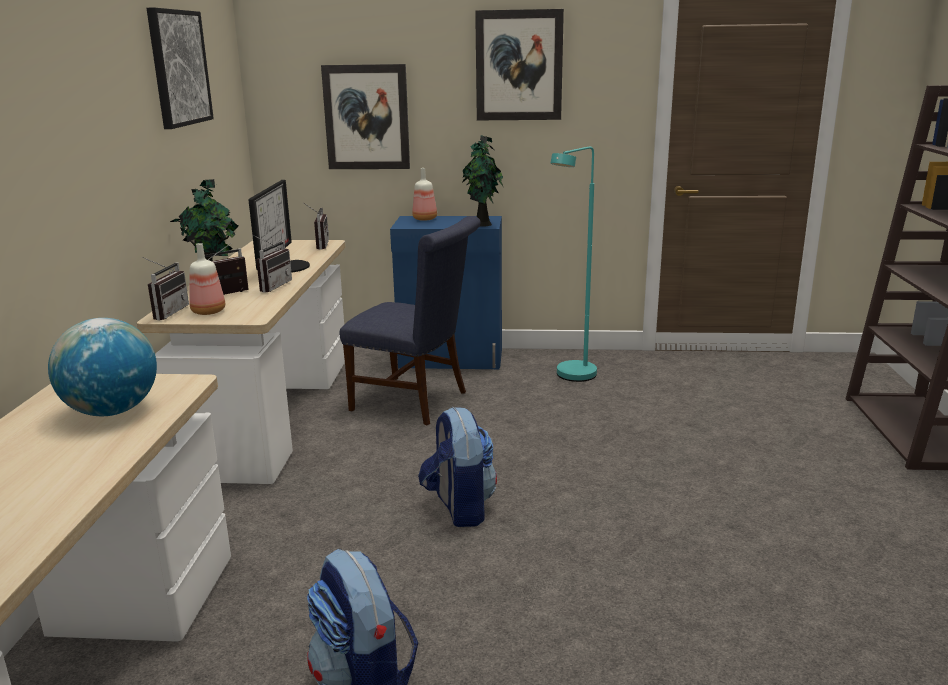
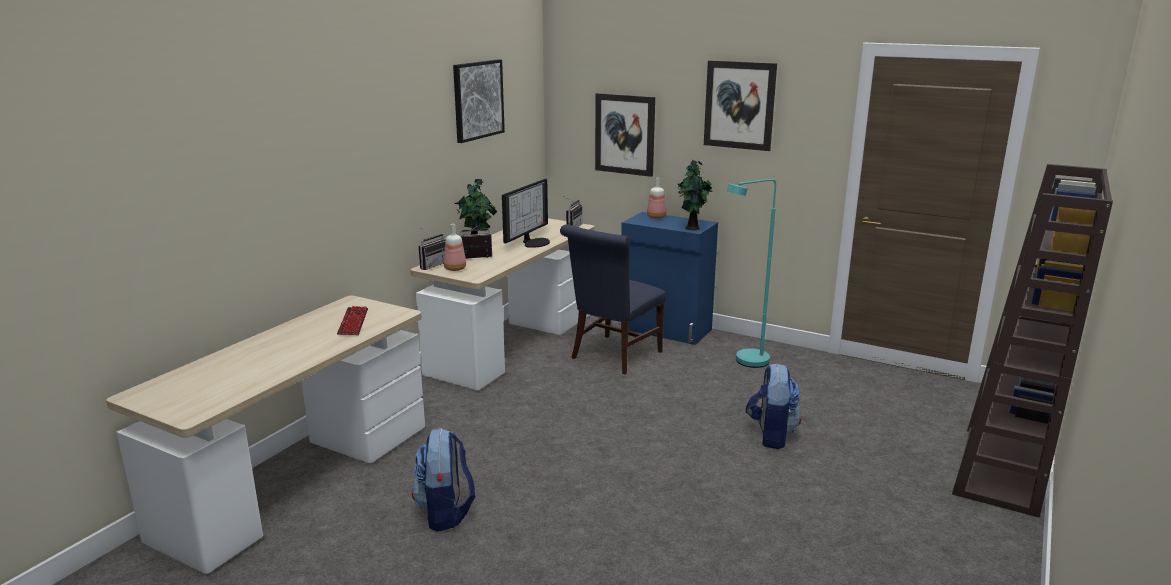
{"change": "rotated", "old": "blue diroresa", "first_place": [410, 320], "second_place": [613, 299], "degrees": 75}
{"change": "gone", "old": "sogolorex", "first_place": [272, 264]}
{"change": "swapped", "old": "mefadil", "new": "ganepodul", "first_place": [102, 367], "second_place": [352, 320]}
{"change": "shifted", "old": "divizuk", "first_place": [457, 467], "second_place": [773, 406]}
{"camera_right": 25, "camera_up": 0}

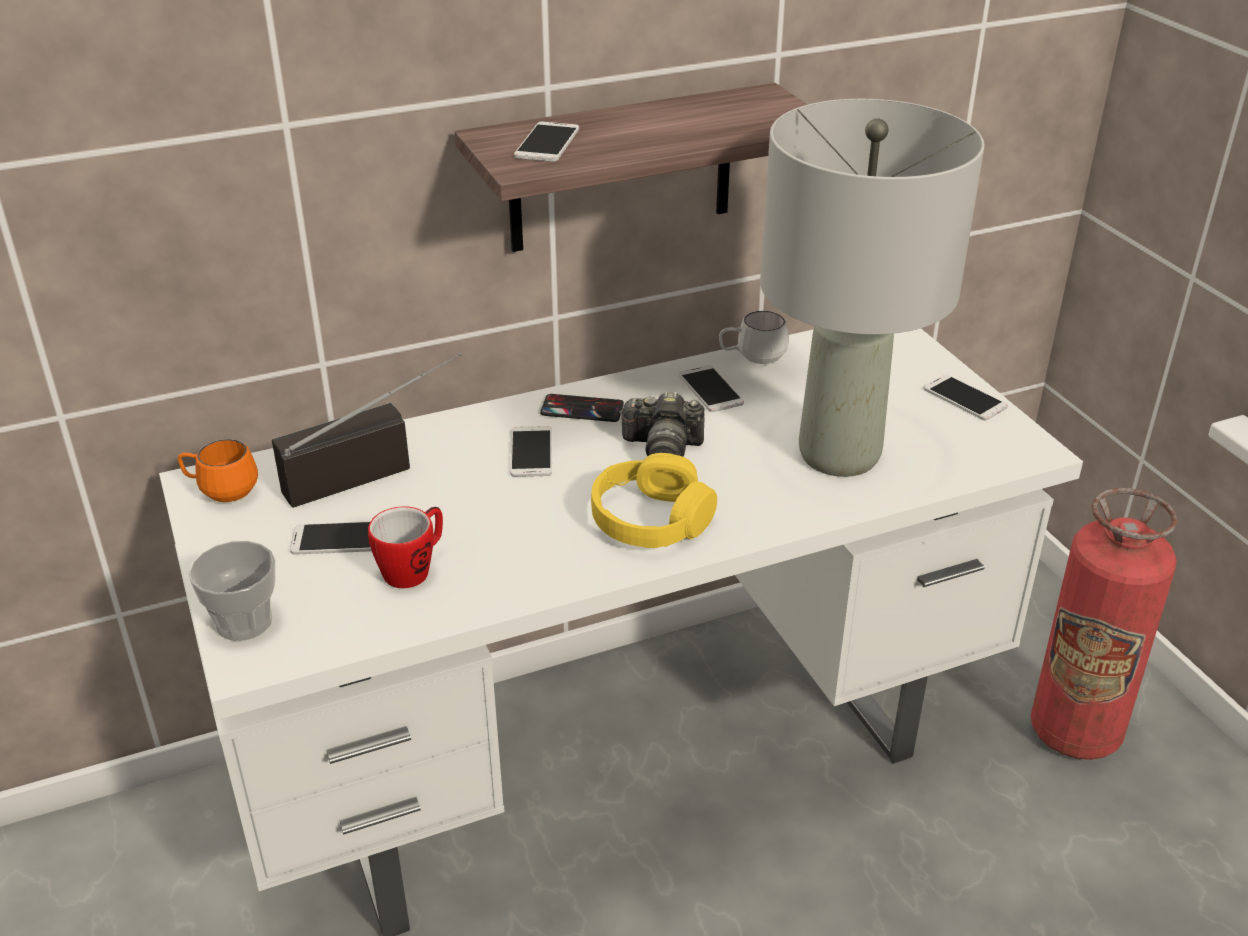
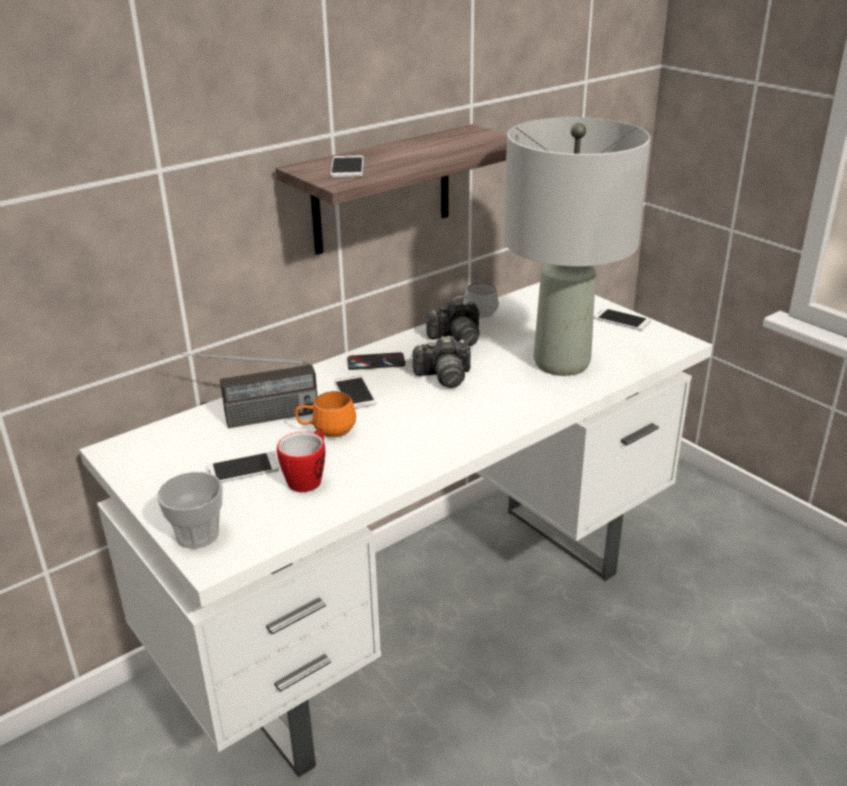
{"change": "rotated", "old": "sogolorex", "first_place": [367, 430], "second_place": [239, 390], "degrees": -150}
{"change": "swapped", "old": "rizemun", "new": "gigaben", "first_place": [711, 388], "second_place": [453, 322]}
{"change": "shifted", "old": "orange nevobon", "first_place": [218, 470], "second_place": [325, 414]}
{"change": "gone", "old": "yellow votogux", "first_place": [654, 500]}
{"change": "gone", "old": "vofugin", "first_place": [1104, 624]}
{"camera_right": -15, "camera_up": -5}

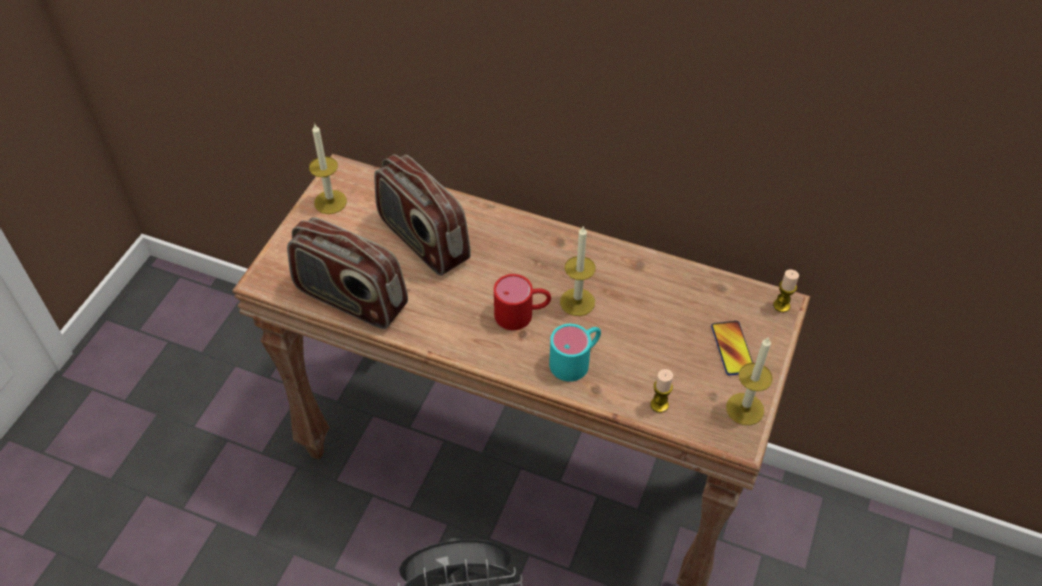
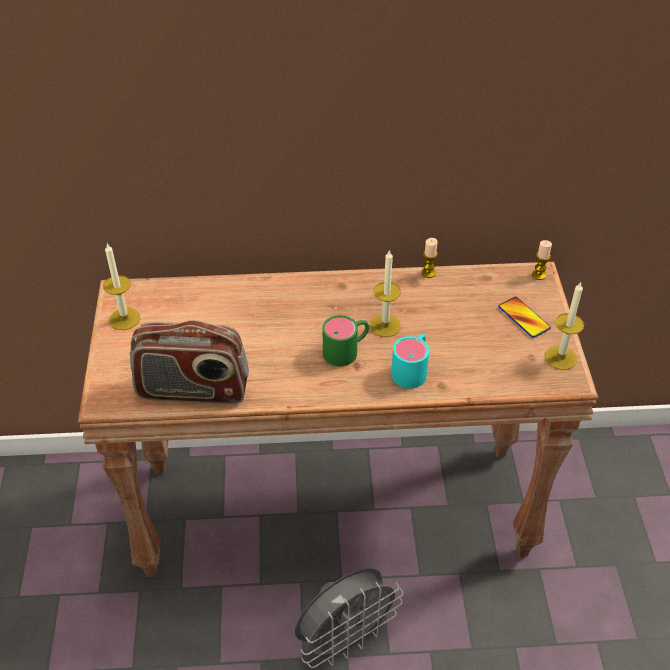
{"change": "gone", "old": "sogolorex", "first_place": [422, 215]}
{"change": "repainted", "old": "red nevobon", "new": "green nevobon", "first_place": [522, 302], "second_place": [345, 340]}
{"change": "shifted", "old": "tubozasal", "first_place": [662, 391], "second_place": [429, 258]}
{"camera_right": -25, "camera_up": -5}

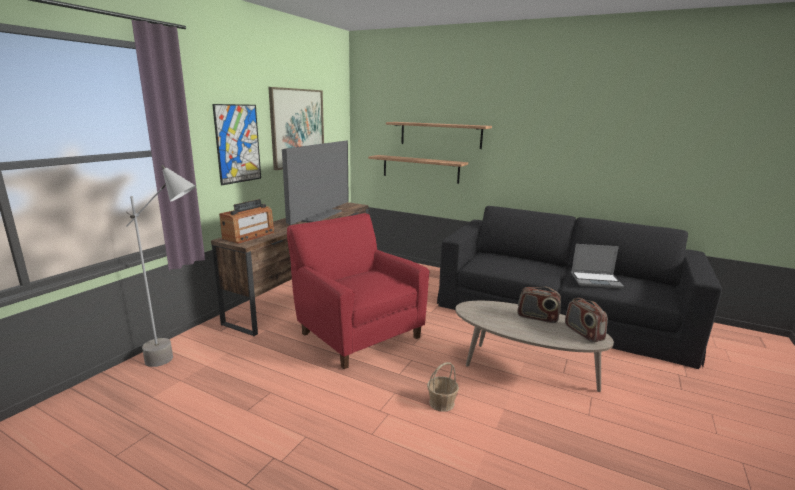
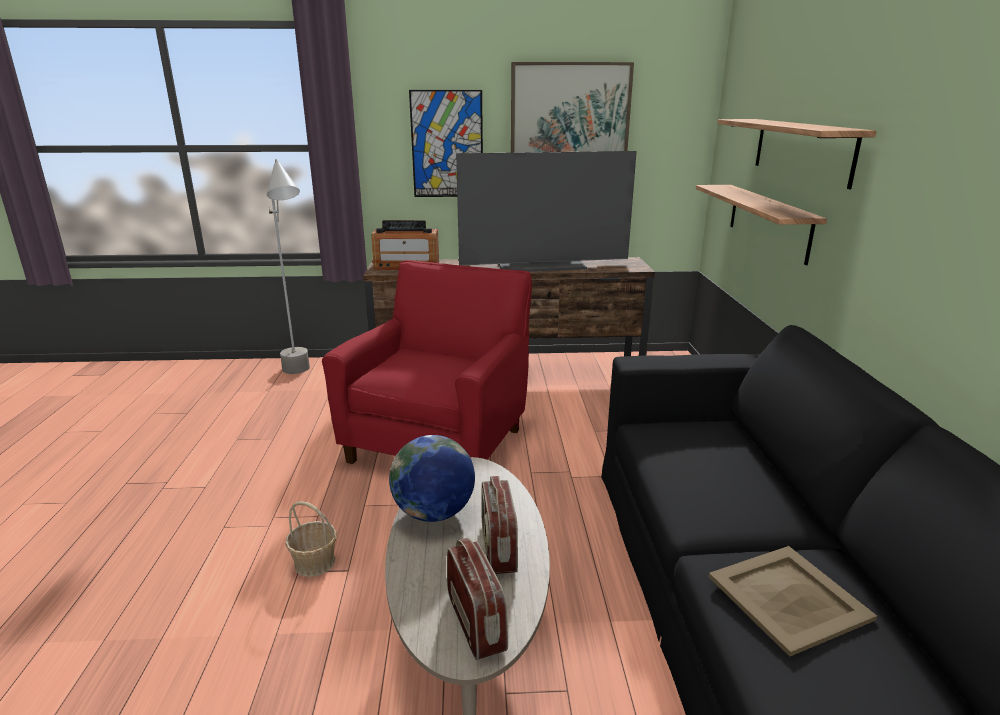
{"change": "swapped", "old": "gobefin", "new": "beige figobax", "first_place": [597, 266], "second_place": [793, 601]}
{"change": "rotated", "old": "sogolorex", "first_place": [586, 320], "second_place": [477, 599], "degrees": 120}
{"change": "new", "new": "mefadil", "second_place": [432, 478]}
{"camera_right": 60, "camera_up": 5}

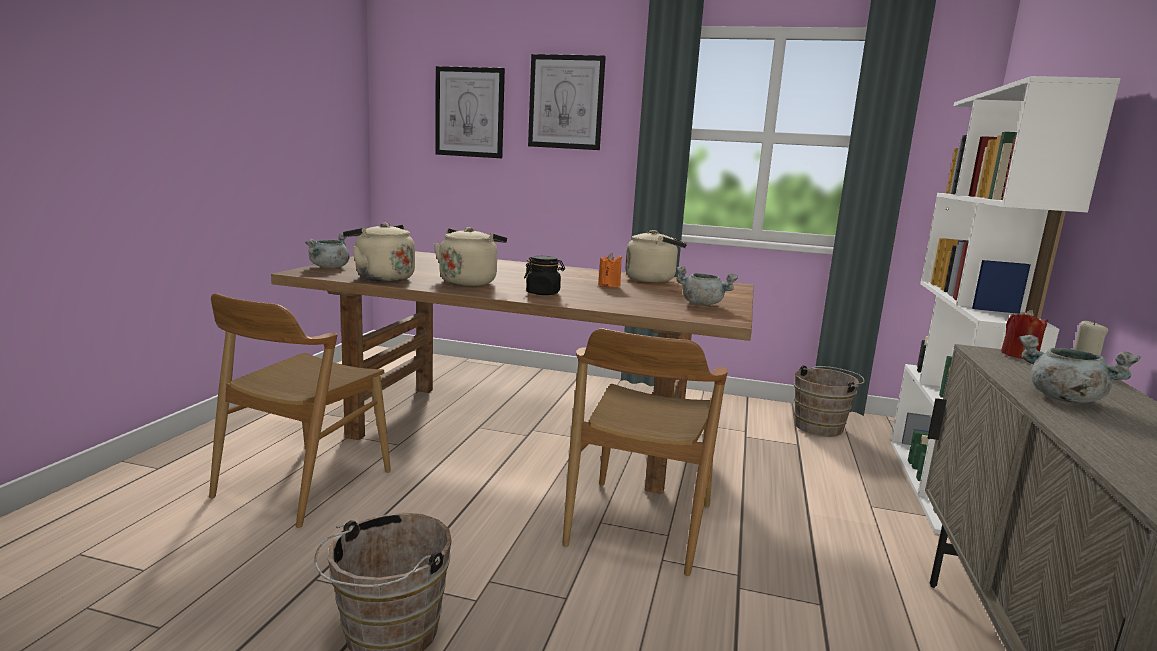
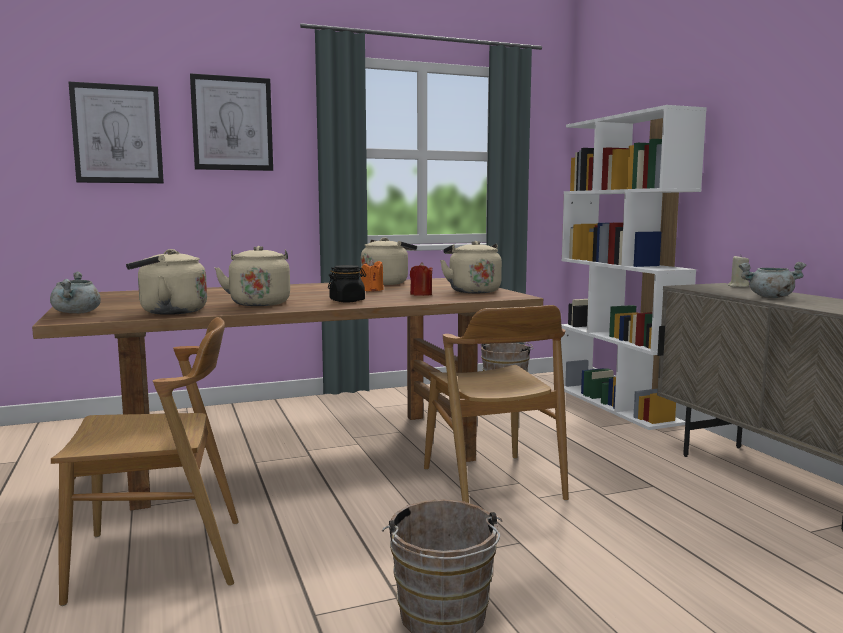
{"change": "swapped", "old": "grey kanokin", "new": "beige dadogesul", "first_place": [707, 286], "second_place": [471, 267]}
{"change": "rotated", "old": "brown diroresa", "first_place": [300, 410], "second_place": [145, 461], "degrees": -90}
{"change": "shifted", "old": "red tubozasal", "first_place": [1024, 334], "second_place": [421, 279]}
{"camera_right": -35, "camera_up": -5}

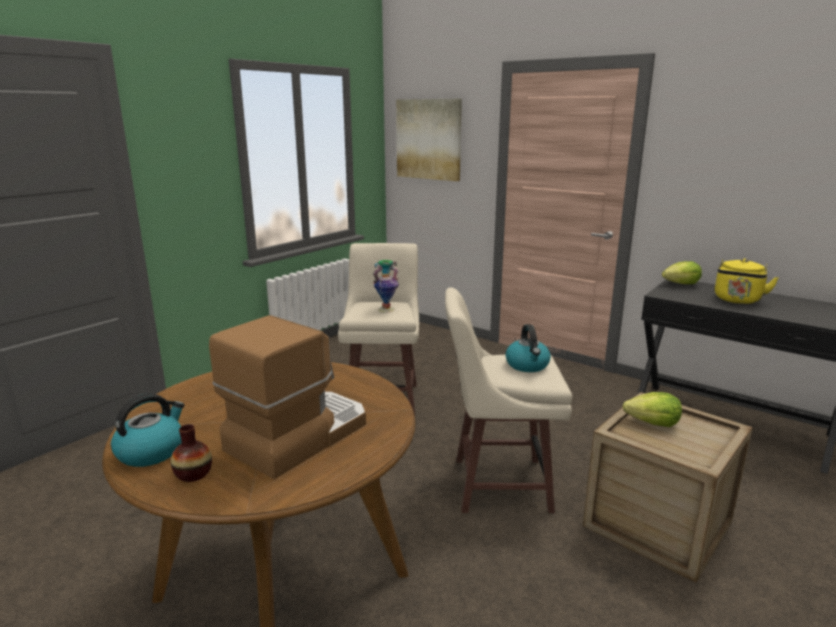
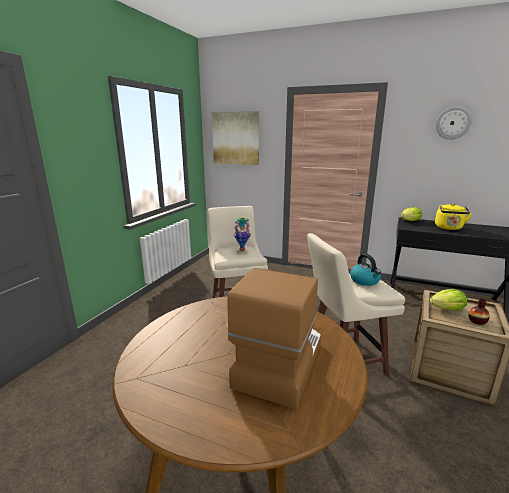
{"change": "gone", "old": "dadogesul", "first_place": [148, 430]}
{"change": "shifted", "old": "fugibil", "first_place": [191, 453], "second_place": [479, 312]}
{"change": "new", "new": "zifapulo", "second_place": [454, 123]}
{"camera_right": -15, "camera_up": 0}

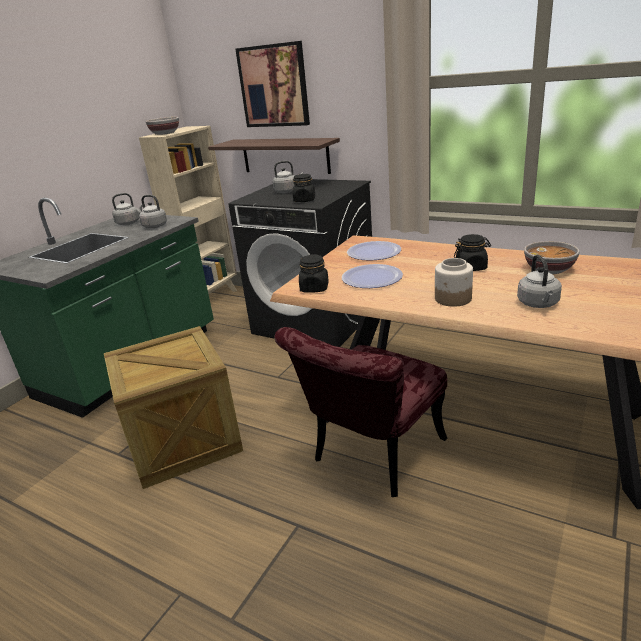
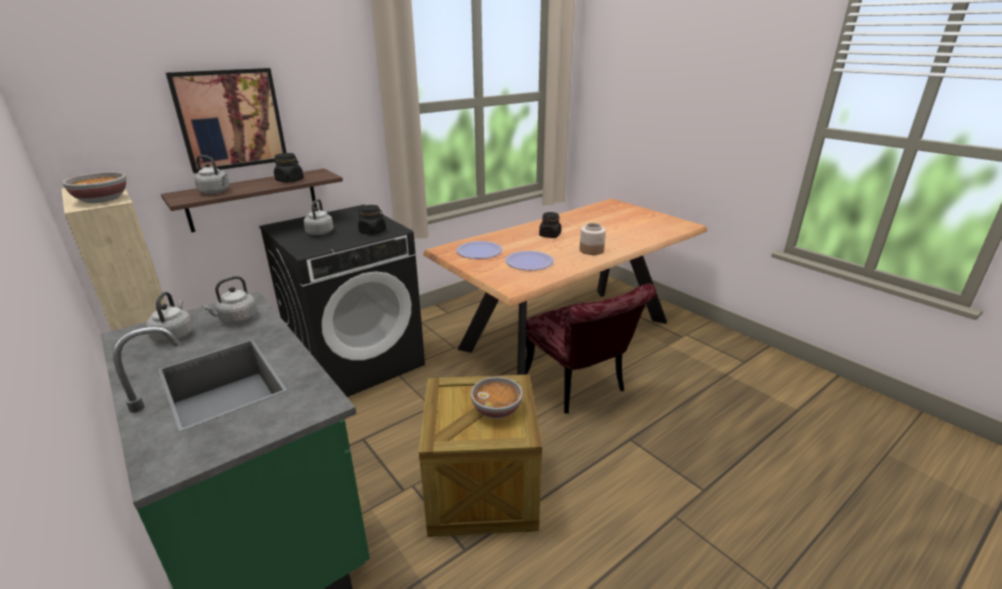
{"change": "shifted", "old": "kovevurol", "first_place": [552, 257], "second_place": [497, 398]}
{"change": "shifted", "old": "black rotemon", "first_place": [314, 273], "second_place": [289, 167]}
{"change": "shifted", "old": "grey dadogesul", "first_place": [539, 281], "second_place": [212, 174]}
{"camera_right": -70, "camera_up": 0}

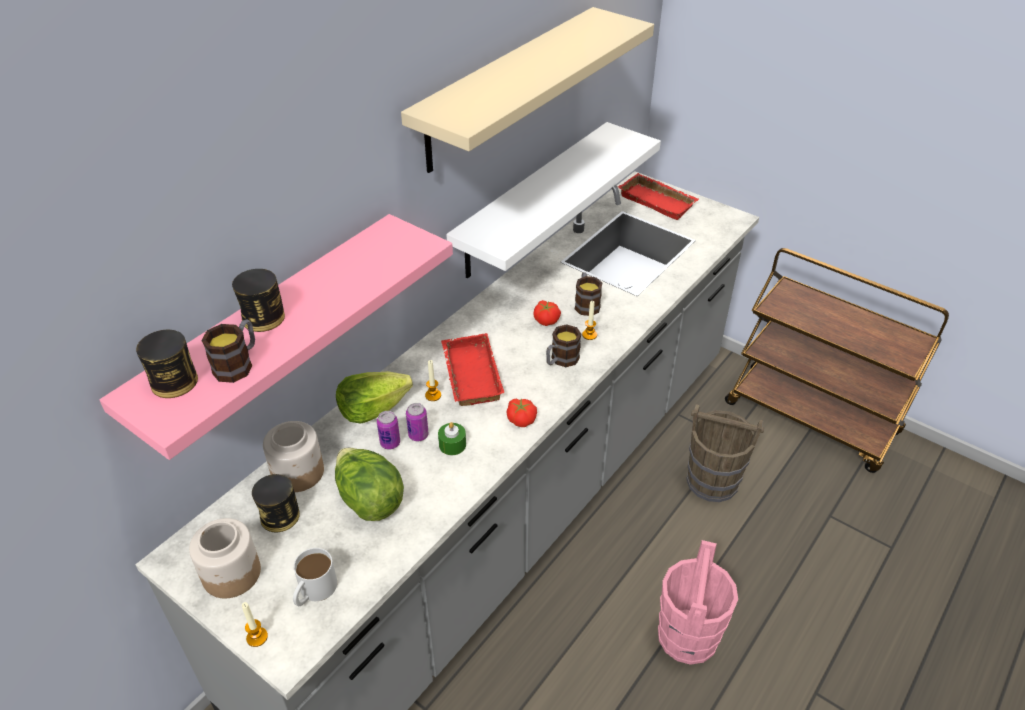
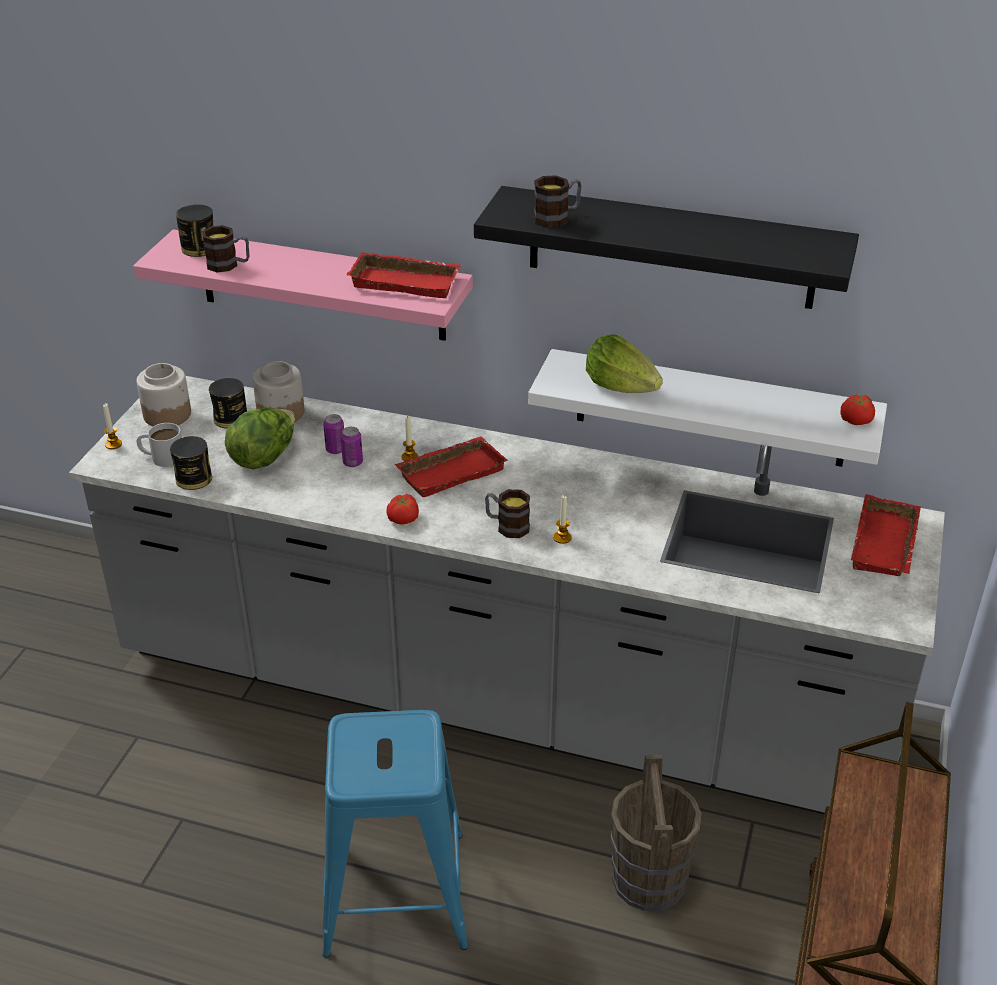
{"change": "repainted", "old": "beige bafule", "new": "black bafule", "first_place": [527, 90], "second_place": [666, 247]}
{"change": "shifted", "old": "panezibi", "first_place": [258, 300], "second_place": [191, 463]}
{"change": "shifted", "old": "nevobon", "first_place": [589, 294], "second_place": [557, 201]}
{"change": "shifted", "old": "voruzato", "first_place": [547, 313], "second_place": [858, 410]}
{"change": "shifted", "old": "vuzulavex", "first_place": [374, 397], "second_place": [624, 363]}
{"change": "gone", "old": "green tubozasal", "first_place": [452, 438]}
{"change": "swapped", "old": "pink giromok", "new": "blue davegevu", "first_place": [698, 602], "second_place": [395, 833]}
{"change": "new", "new": "red figobax", "second_place": [404, 275]}
{"camera_right": 70, "camera_up": -5}

